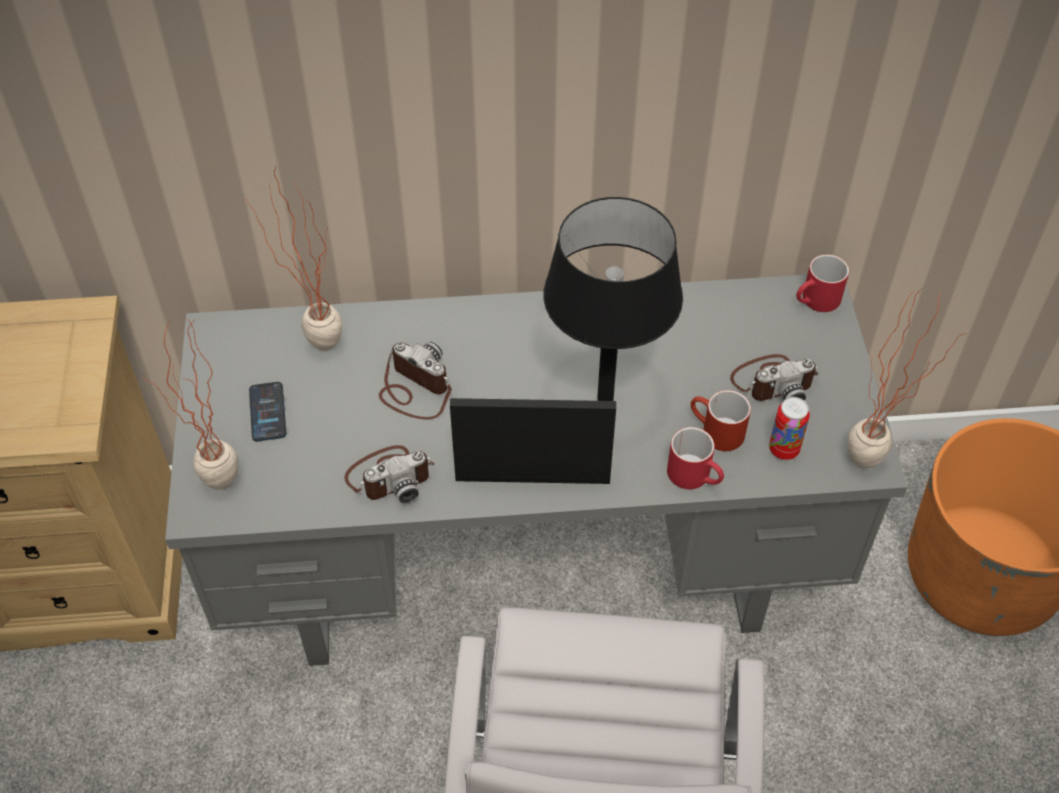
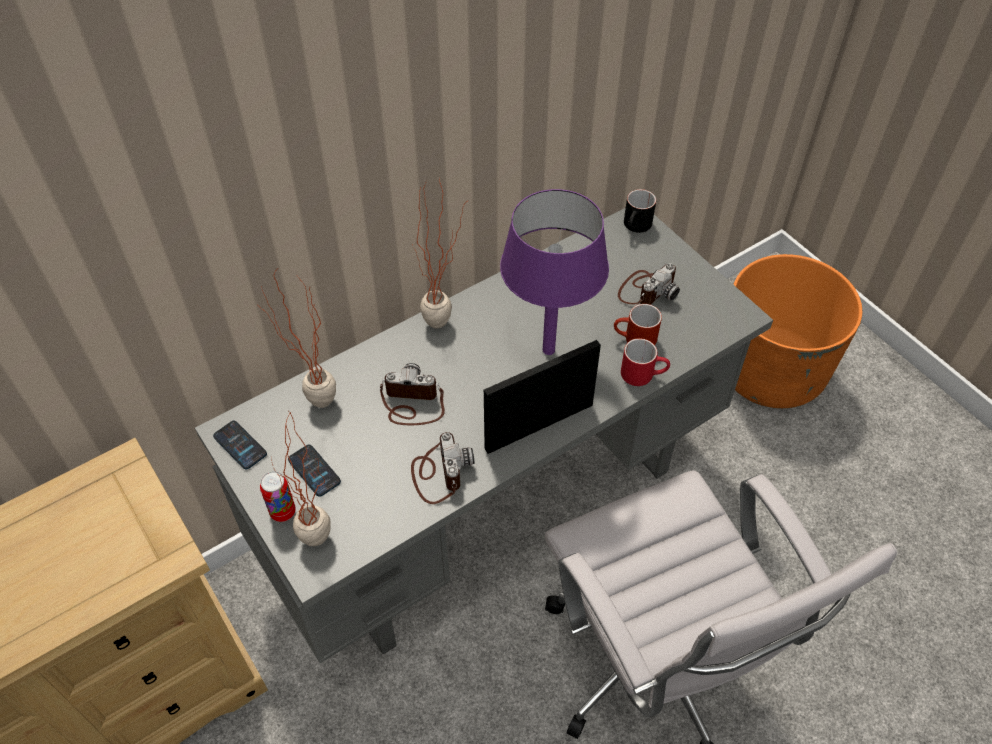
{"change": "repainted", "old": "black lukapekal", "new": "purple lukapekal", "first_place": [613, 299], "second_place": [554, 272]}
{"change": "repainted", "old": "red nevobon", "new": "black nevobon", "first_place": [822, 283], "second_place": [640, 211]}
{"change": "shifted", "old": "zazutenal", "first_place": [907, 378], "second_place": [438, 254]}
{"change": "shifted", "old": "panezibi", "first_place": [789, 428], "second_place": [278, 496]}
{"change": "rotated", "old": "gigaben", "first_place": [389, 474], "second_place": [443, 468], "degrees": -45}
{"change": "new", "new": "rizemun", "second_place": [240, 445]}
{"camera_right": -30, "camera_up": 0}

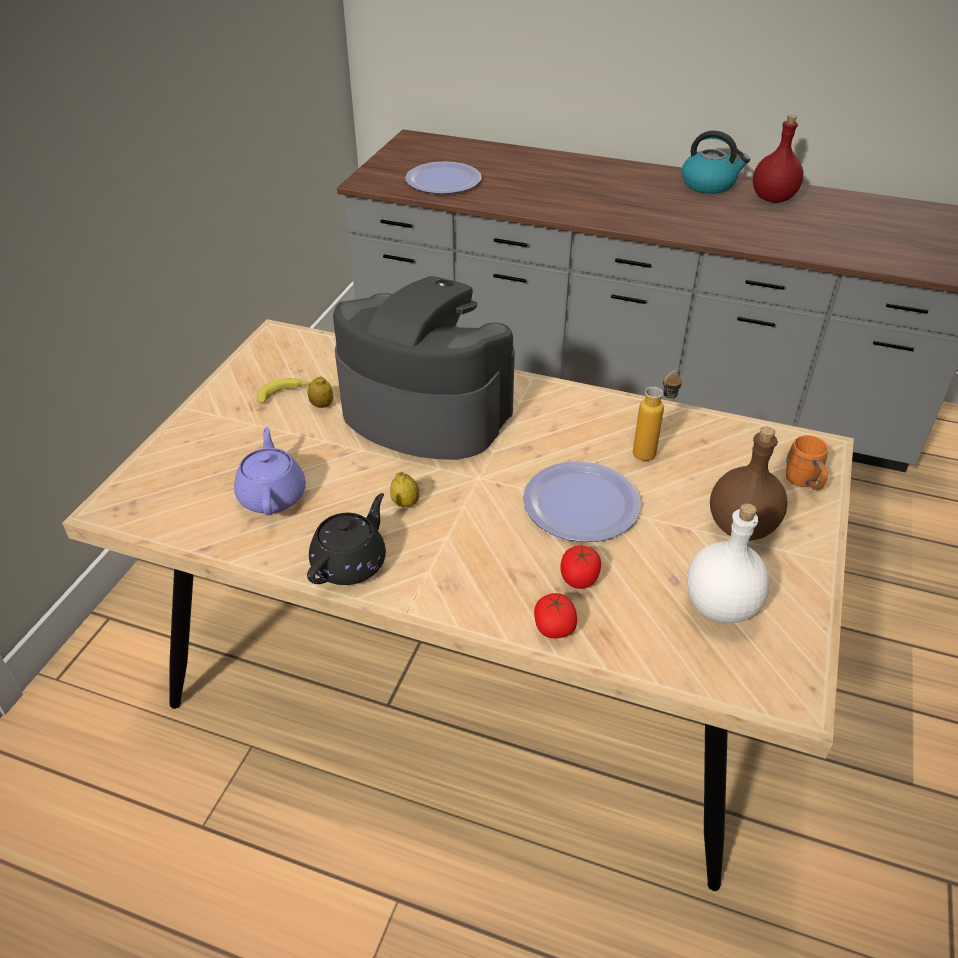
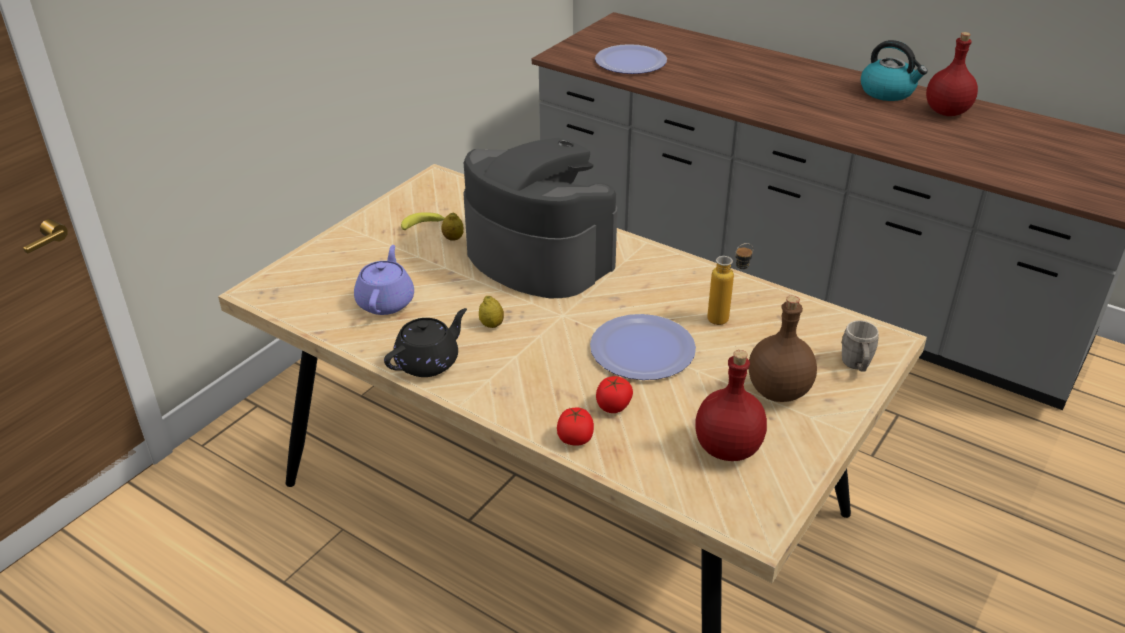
{"change": "repainted", "old": "orange nevobon", "new": "grey nevobon", "first_place": [807, 462], "second_place": [860, 345]}
{"change": "repainted", "old": "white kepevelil", "new": "red kepevelil", "first_place": [728, 563], "second_place": [731, 405]}
{"camera_right": 15, "camera_up": -5}

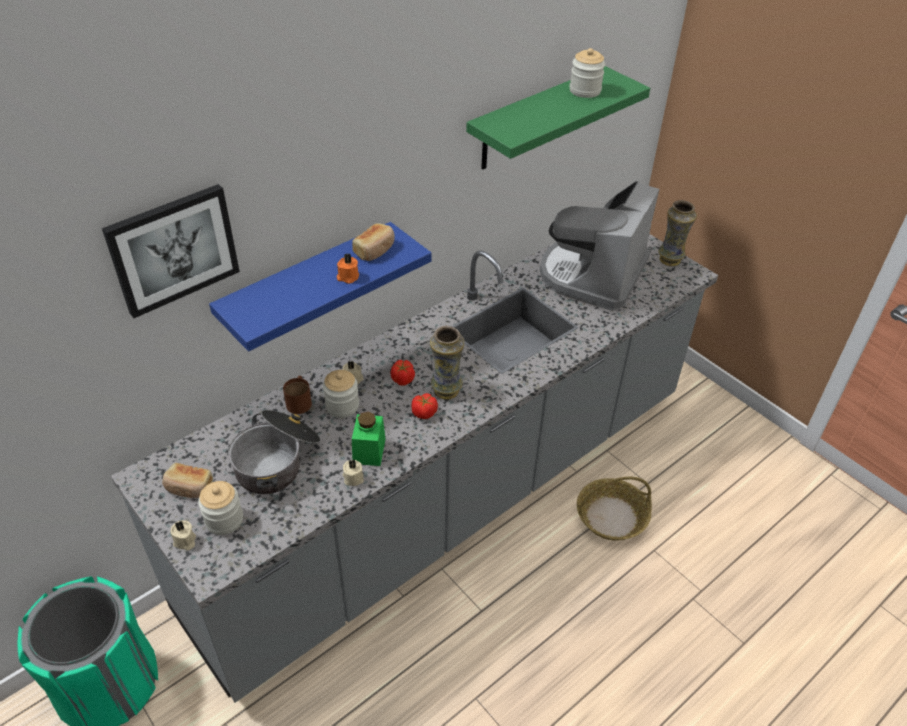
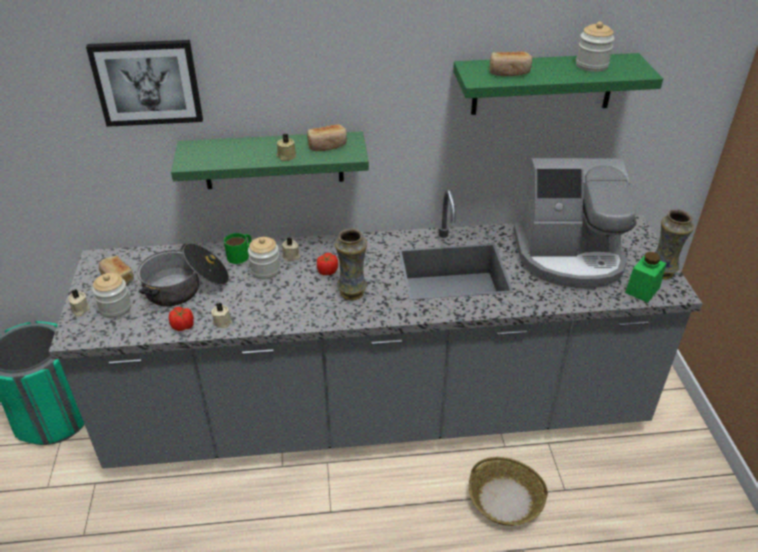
{"change": "rotated", "old": "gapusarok", "first_place": [599, 246], "second_place": [575, 223], "degrees": -150}
{"change": "repainted", "old": "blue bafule", "new": "green bafule", "first_place": [320, 287], "second_place": [270, 160]}
{"change": "repainted", "old": "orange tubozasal", "new": "beige tubozasal", "first_place": [348, 268], "second_place": [286, 147]}
{"change": "repainted", "old": "brown nevobon", "new": "green nevobon", "first_place": [297, 395], "second_place": [237, 248]}
{"change": "shifted", "old": "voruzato", "first_place": [424, 406], "second_place": [181, 319]}
{"change": "shifted", "old": "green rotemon", "first_place": [368, 439], "second_place": [645, 277]}
{"change": "new", "new": "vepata", "second_place": [511, 63]}
{"camera_right": 35, "camera_up": -5}

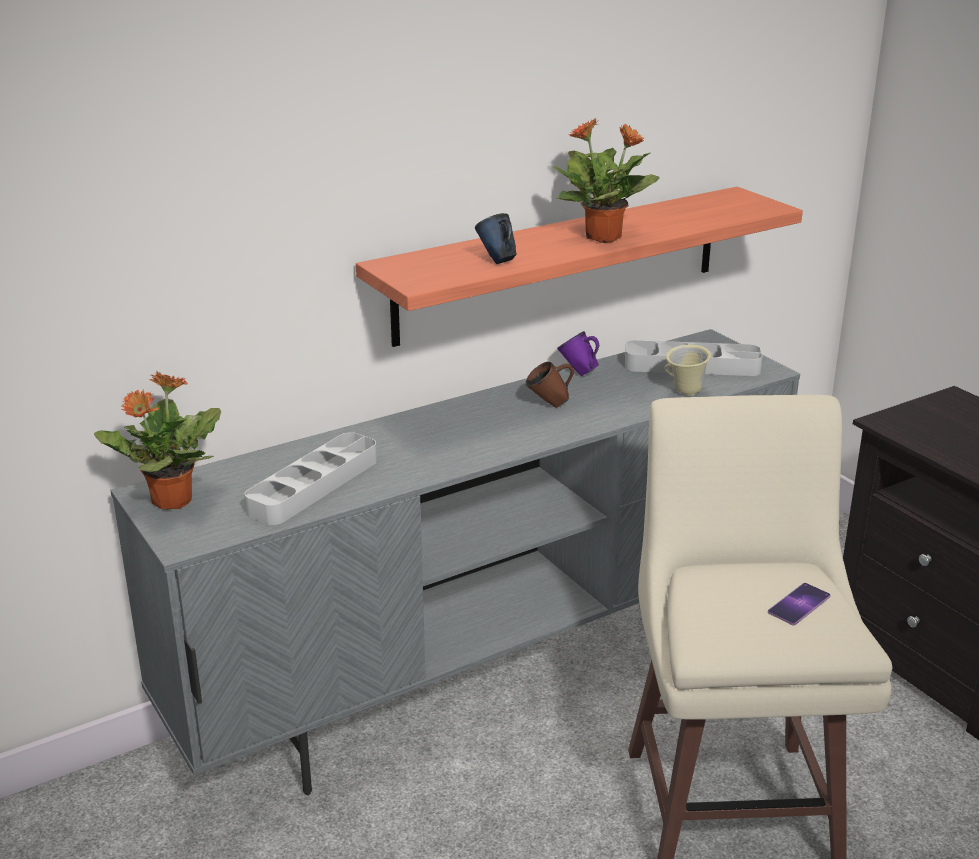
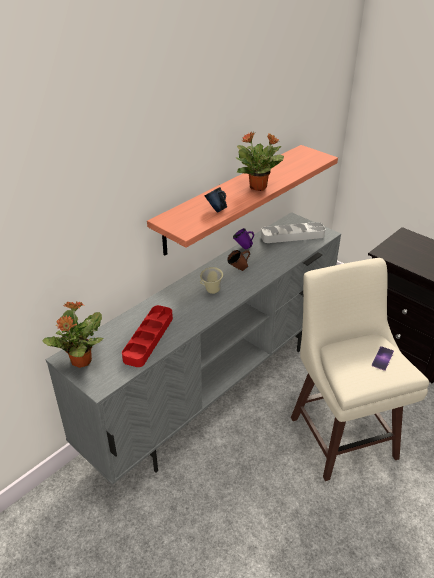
{"change": "shifted", "old": "beige nevobon", "first_place": [688, 370], "second_place": [211, 280]}
{"change": "repainted", "old": "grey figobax", "new": "red figobax", "first_place": [311, 478], "second_place": [147, 336]}
{"camera_right": -15, "camera_up": 10}

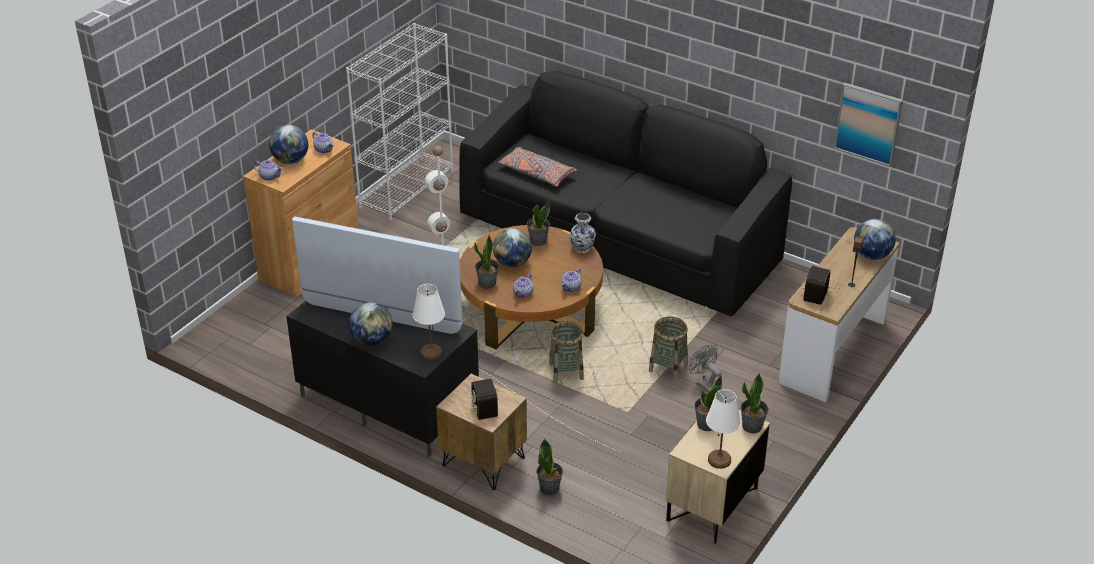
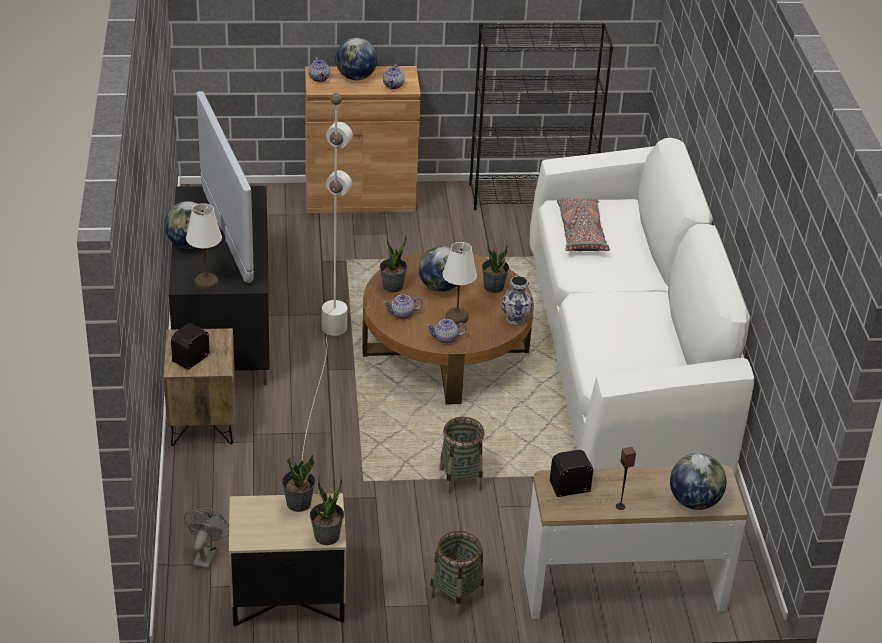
{"change": "repainted", "old": "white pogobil", "new": "black pogobil", "first_place": [399, 121], "second_place": [541, 116]}
{"change": "repainted", "old": "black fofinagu", "new": "white fofinagu", "first_place": [625, 193], "second_place": [641, 307]}
{"change": "gone", "old": "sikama", "first_place": [868, 124]}
{"change": "shifted", "old": "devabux", "first_place": [566, 352], "second_place": [456, 574]}
{"change": "shifted", "old": "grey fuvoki", "first_place": [705, 368], "second_place": [206, 539]}
{"change": "shifted", "old": "white lukapekal", "first_place": [723, 429], "second_place": [460, 283]}
{"change": "gone", "old": "zazutenal", "first_place": [549, 467]}
{"camera_right": 50, "camera_up": 0}

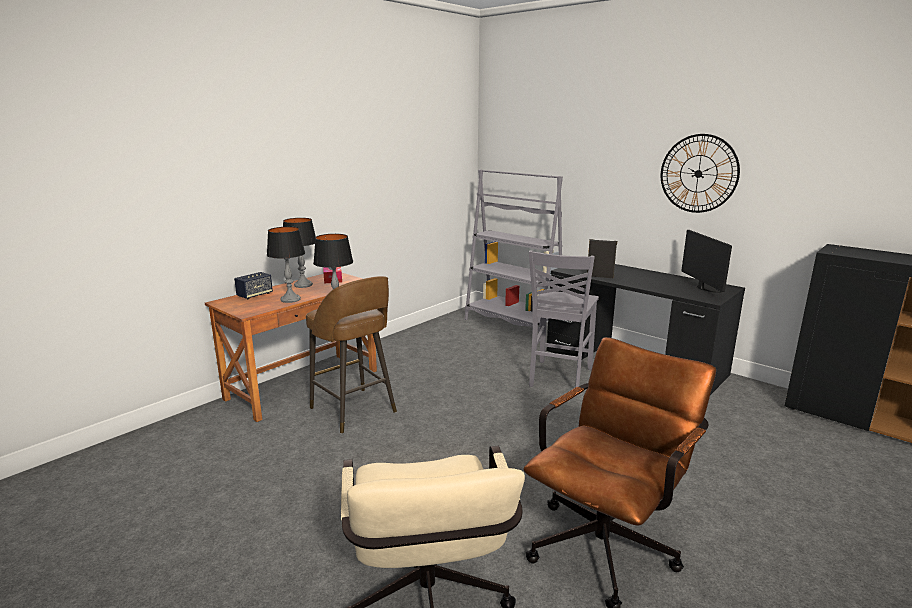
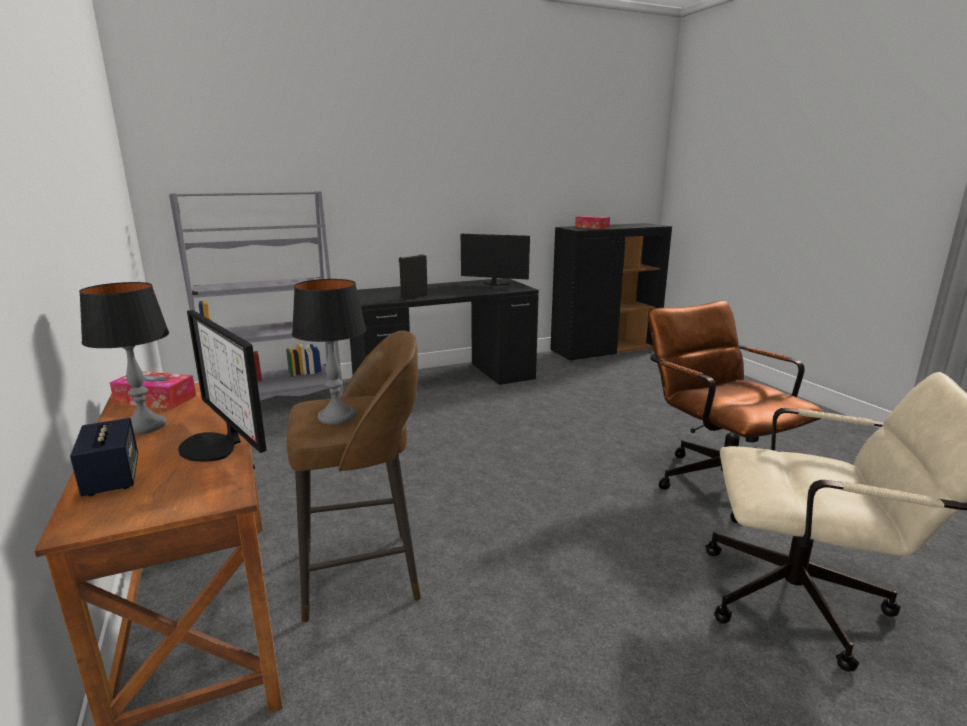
{"change": "gone", "old": "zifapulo", "first_place": [700, 173]}
{"change": "swapped", "old": "lukapekal", "new": "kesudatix", "first_place": [286, 265], "second_place": [222, 386]}
{"change": "gone", "old": "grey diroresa", "first_place": [564, 318]}
{"change": "new", "new": "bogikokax", "second_place": [592, 222]}
{"camera_right": -65, "camera_up": 0}

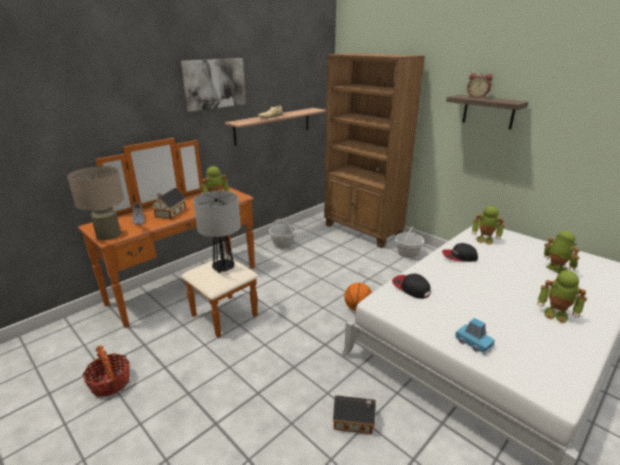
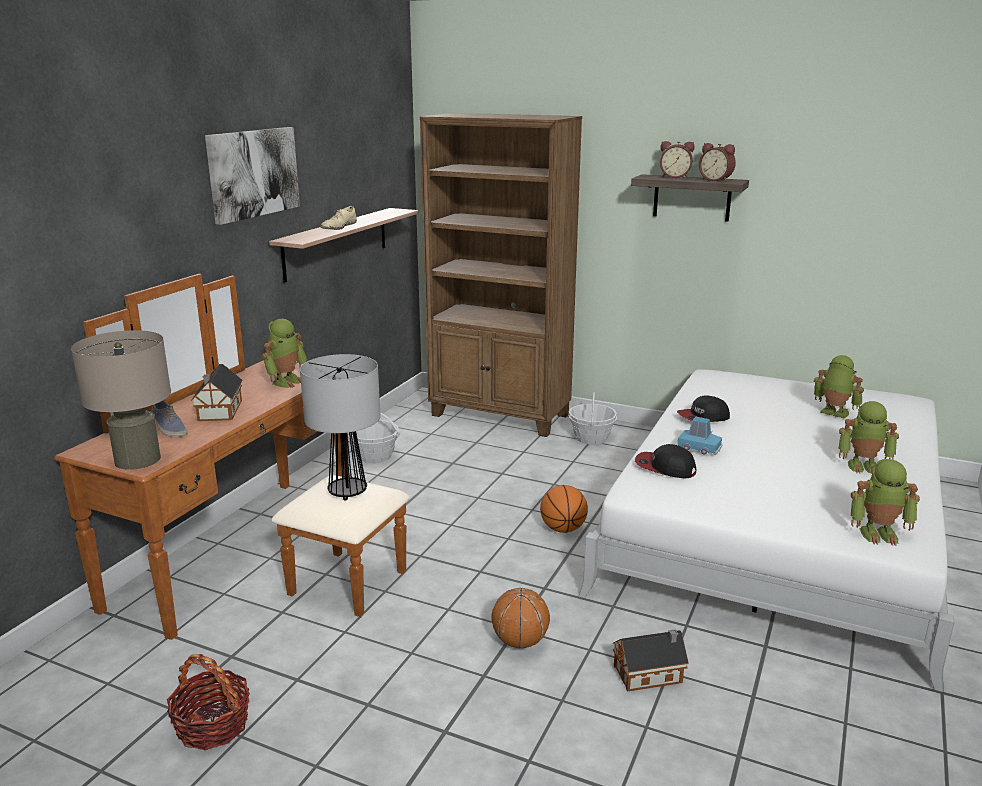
{"change": "shifted", "old": "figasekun", "first_place": [488, 225], "second_place": [885, 502]}
{"change": "shifted", "old": "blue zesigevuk", "first_place": [475, 336], "second_place": [700, 436]}
{"change": "new", "new": "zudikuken", "second_place": [717, 162]}
{"change": "new", "new": "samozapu", "second_place": [520, 618]}
{"camera_right": -20, "camera_up": -5}

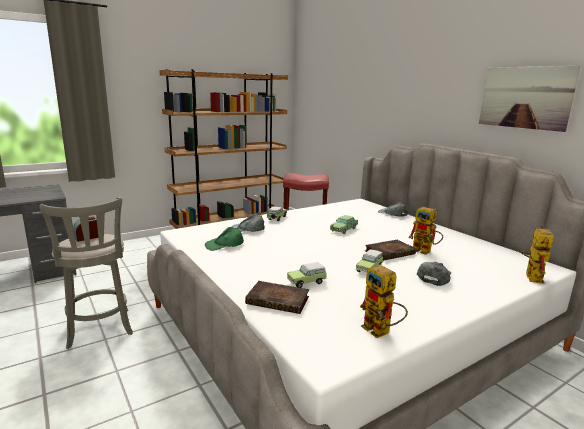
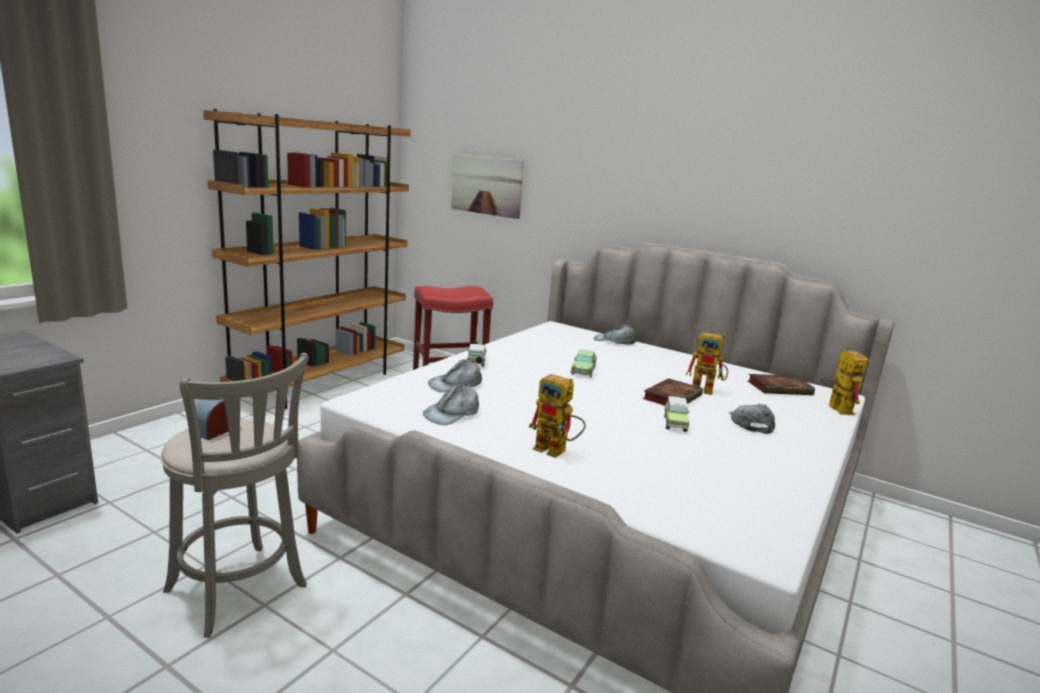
{"change": "shifted", "old": "sikama", "first_place": [530, 99], "second_place": [487, 186]}
{"change": "repainted", "old": "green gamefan", "new": "grey gamefan", "first_place": [224, 239], "second_place": [451, 404]}
{"change": "gone", "old": "zesigevuk", "first_place": [307, 275]}
{"change": "shifted", "old": "figasekun", "first_place": [384, 301], "second_place": [557, 416]}
{"change": "shifted", "old": "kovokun", "first_place": [277, 297], "second_place": [781, 384]}
{"camera_right": -25, "camera_up": 0}

